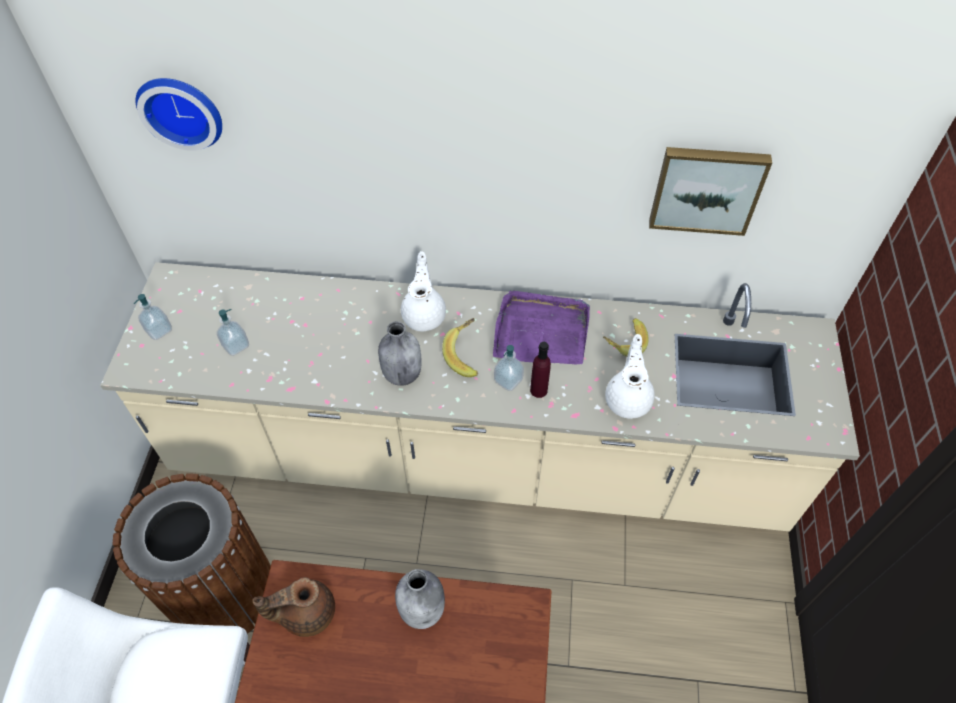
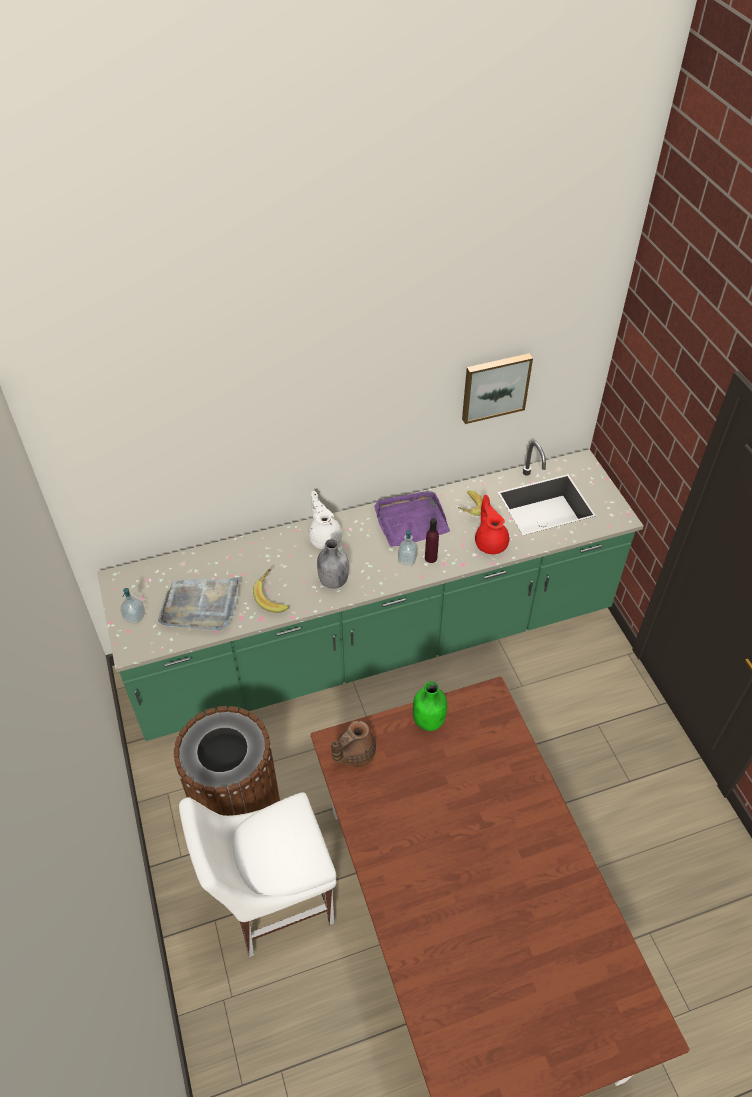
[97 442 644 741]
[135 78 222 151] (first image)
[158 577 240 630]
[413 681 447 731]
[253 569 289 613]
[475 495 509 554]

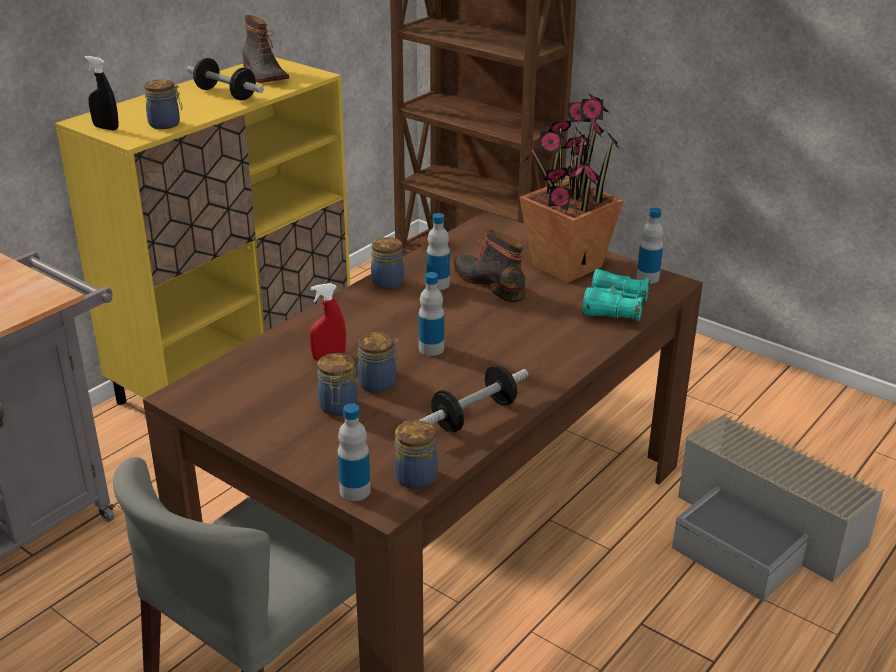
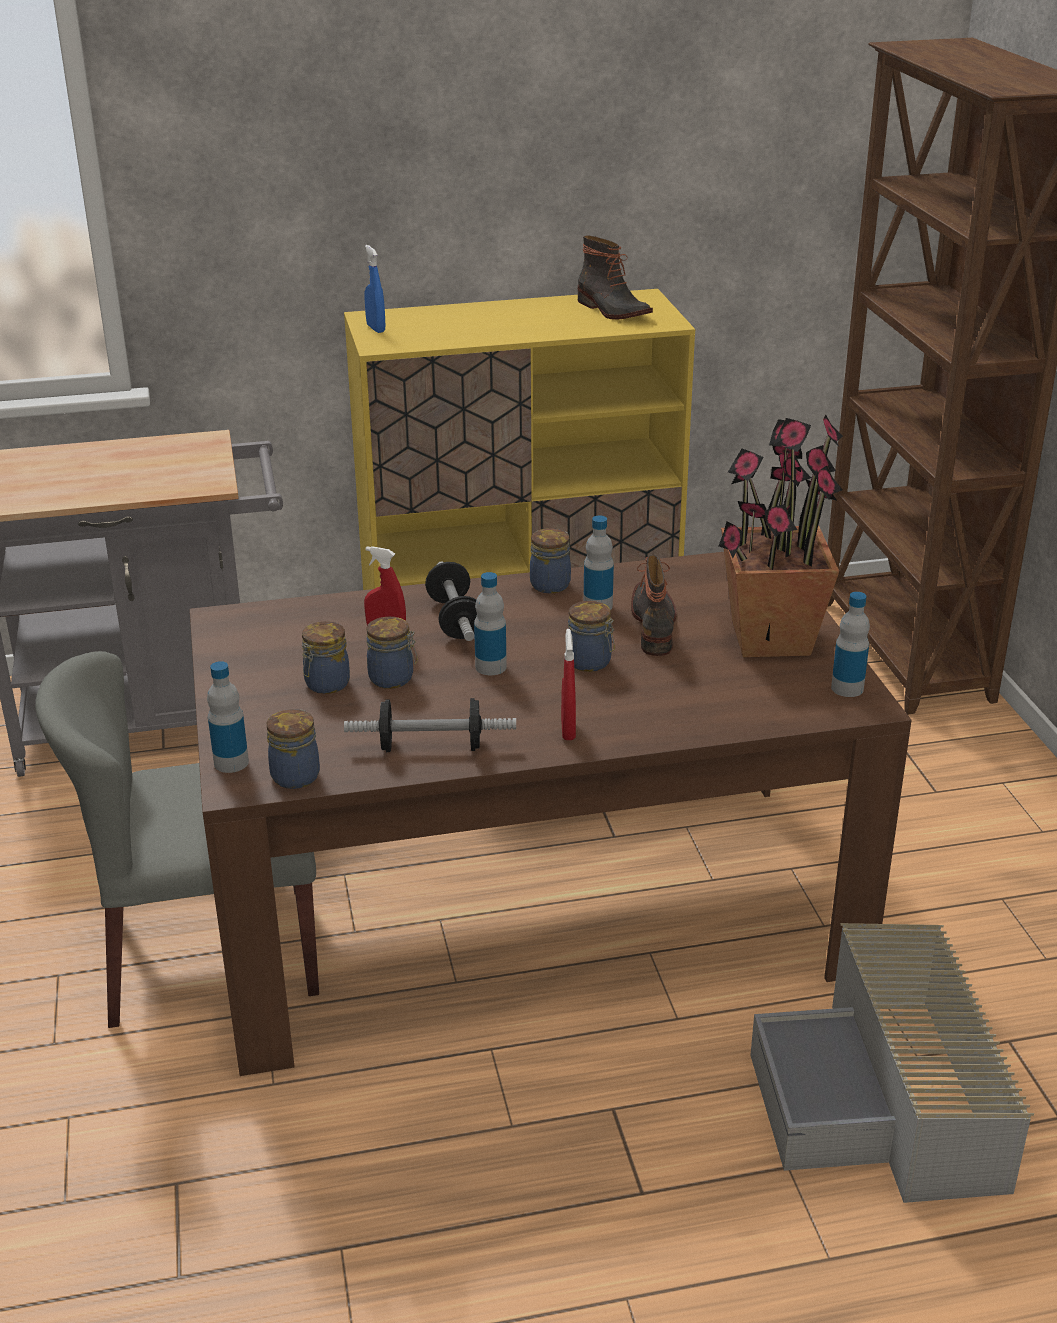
[364 245 385 333]
[568 601 615 672]
[425 562 477 641]
[578 235 653 320]
[582 269 650 322] (first image)
[561 629 576 740]

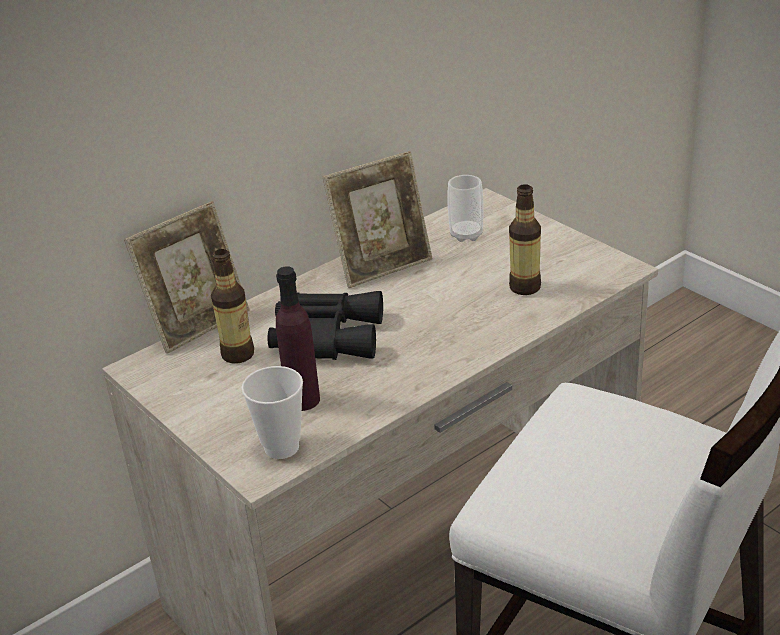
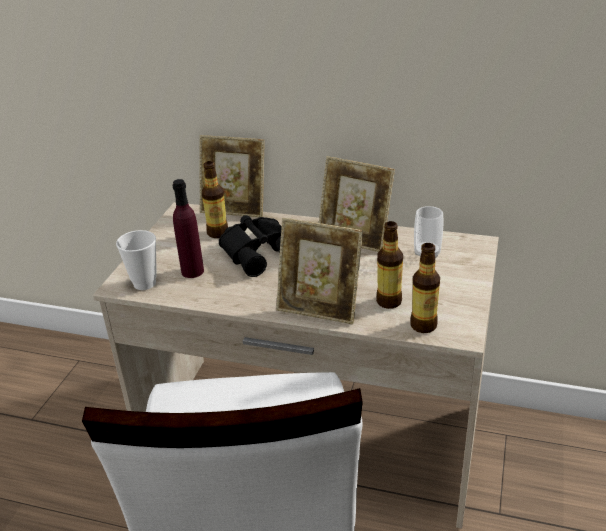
[276 218 363 324]
[410 243 440 333]

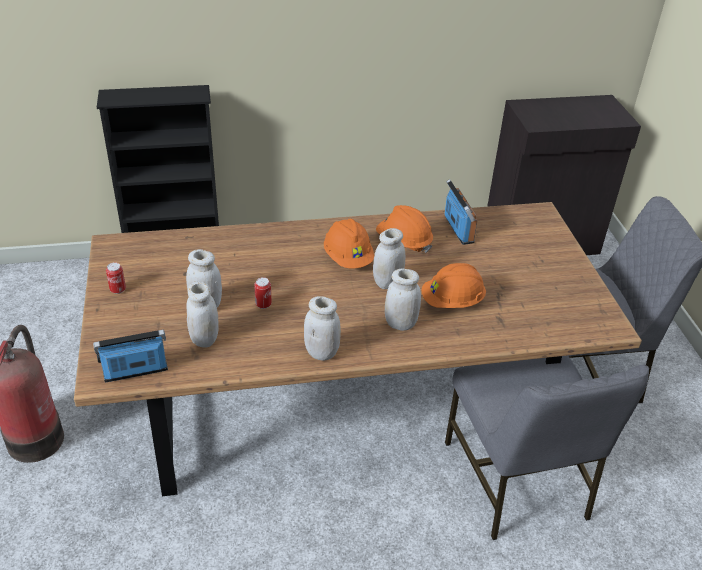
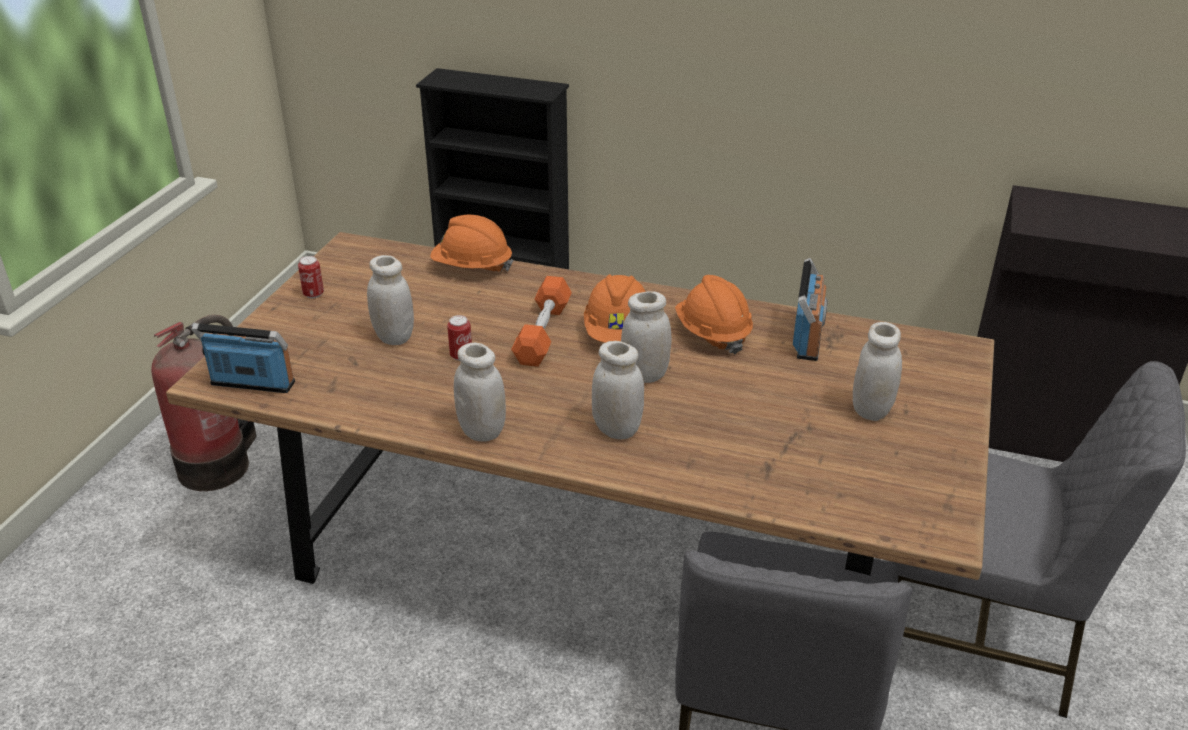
[853 322 902 421]
[430 215 513 272]
[511 276 572 367]

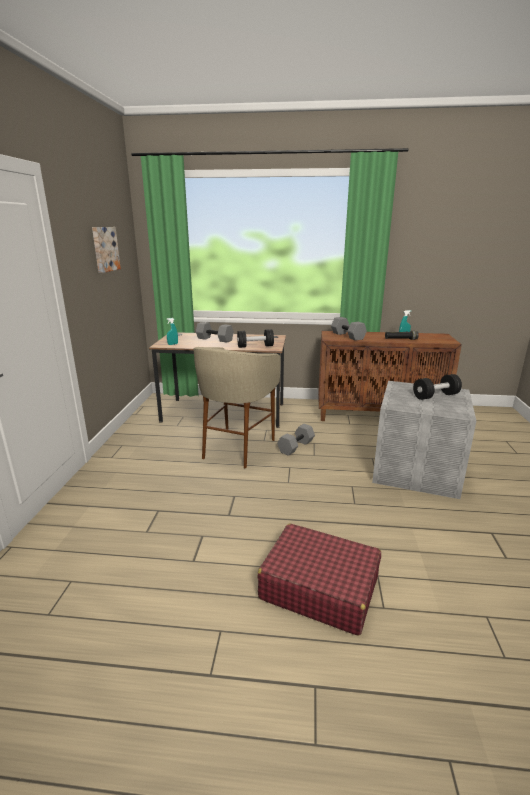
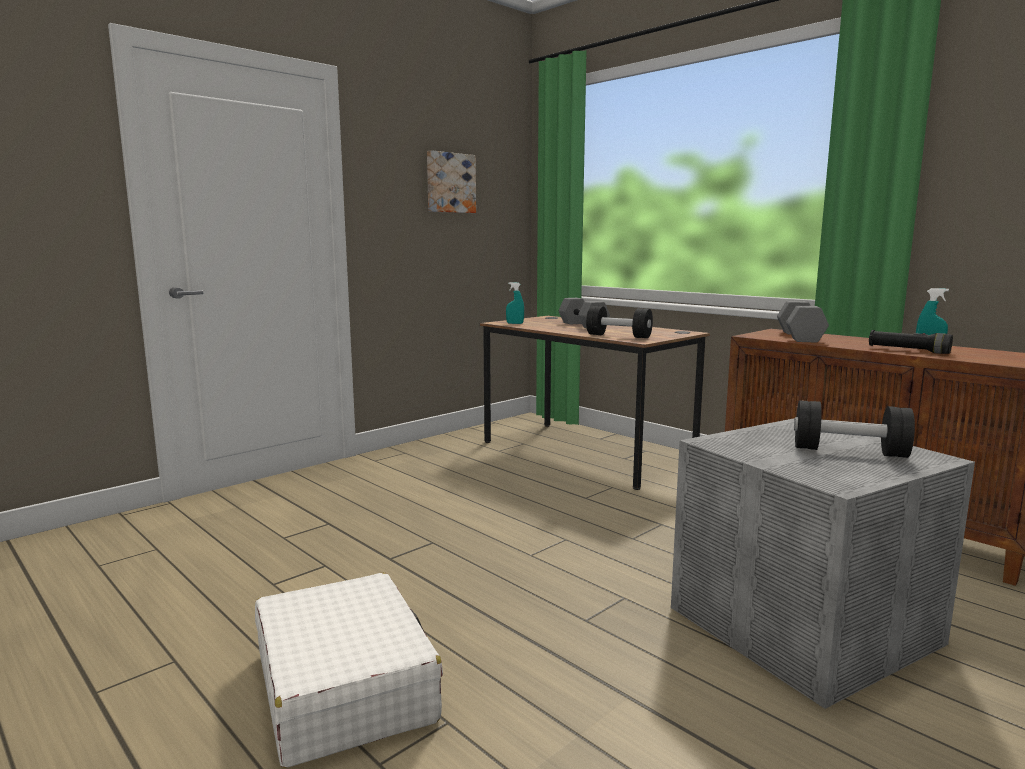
[193 347 280 468] (first image)
[255 573 443 768]
[277 424 315 456] (first image)

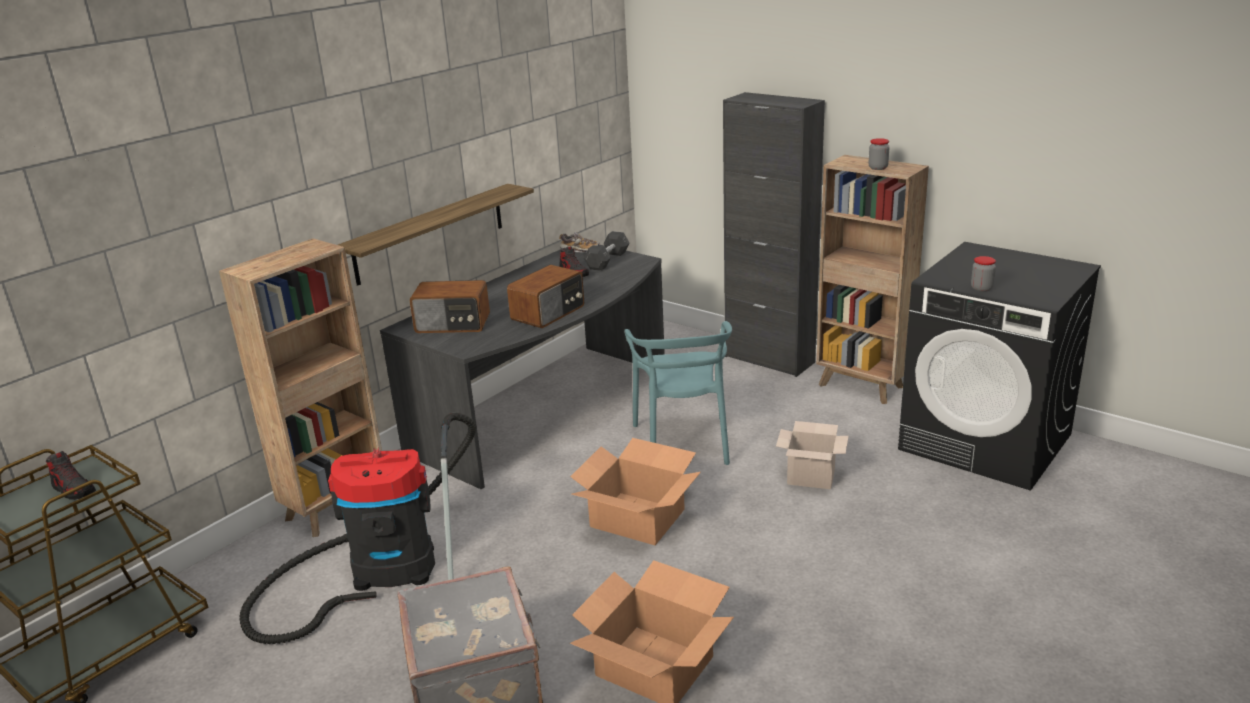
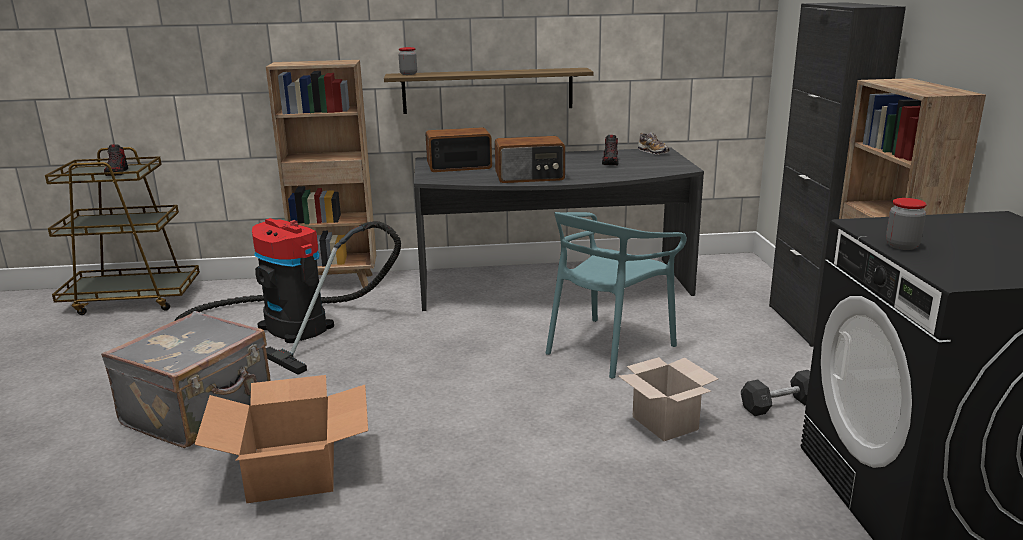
[425 127 492 172]
[570 438 701 545] (first image)
[741 370 810 416]
[399 47 417 75]

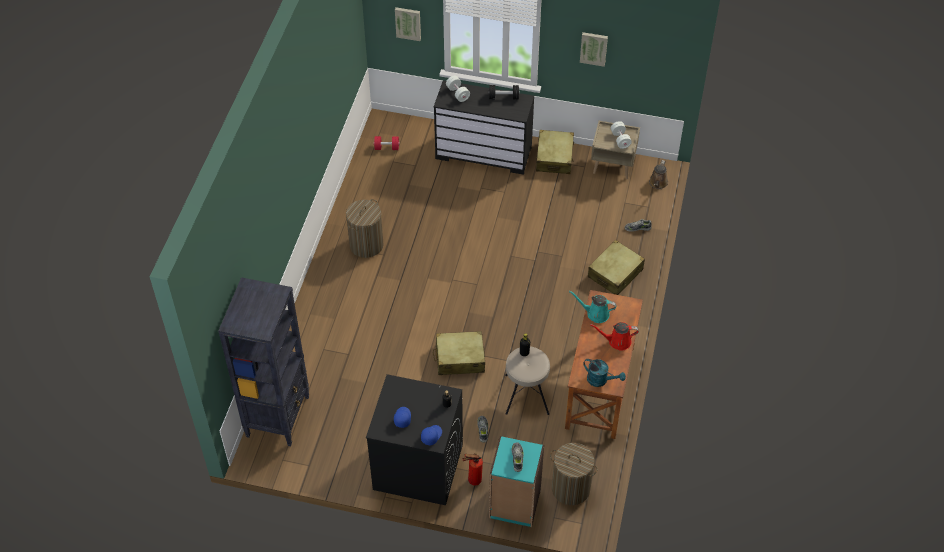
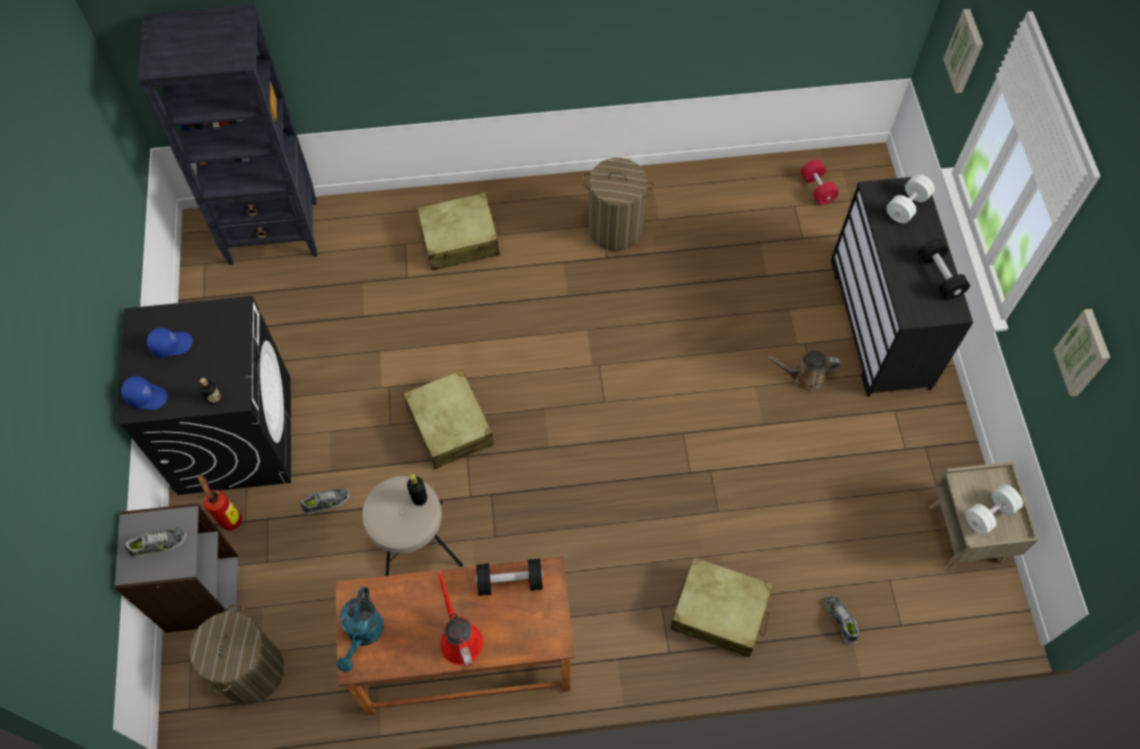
[114 503 238 633]
[417 192 501 271]
[476 559 543 596]
[767 351 841 392]

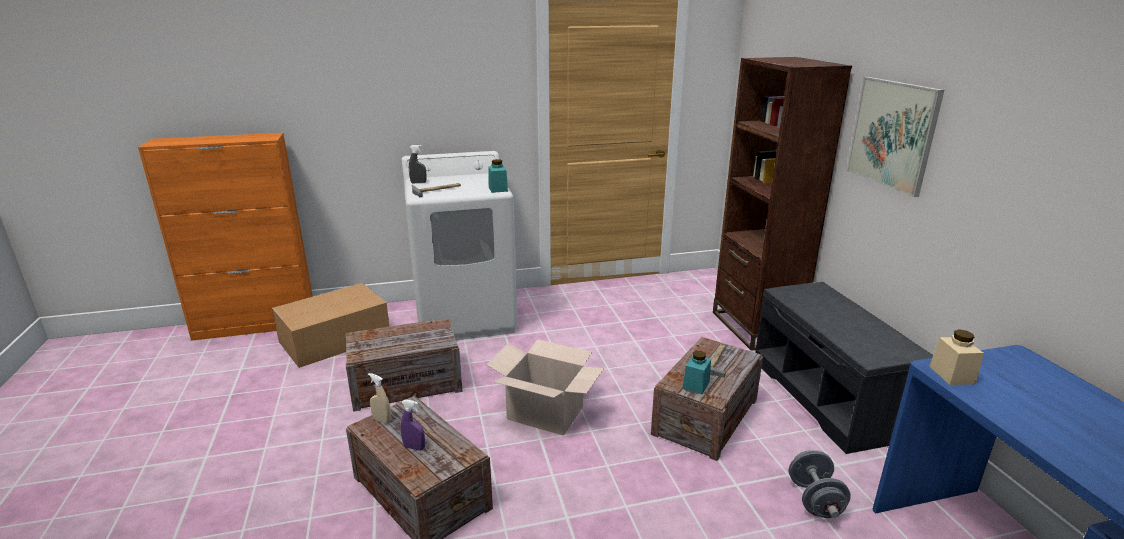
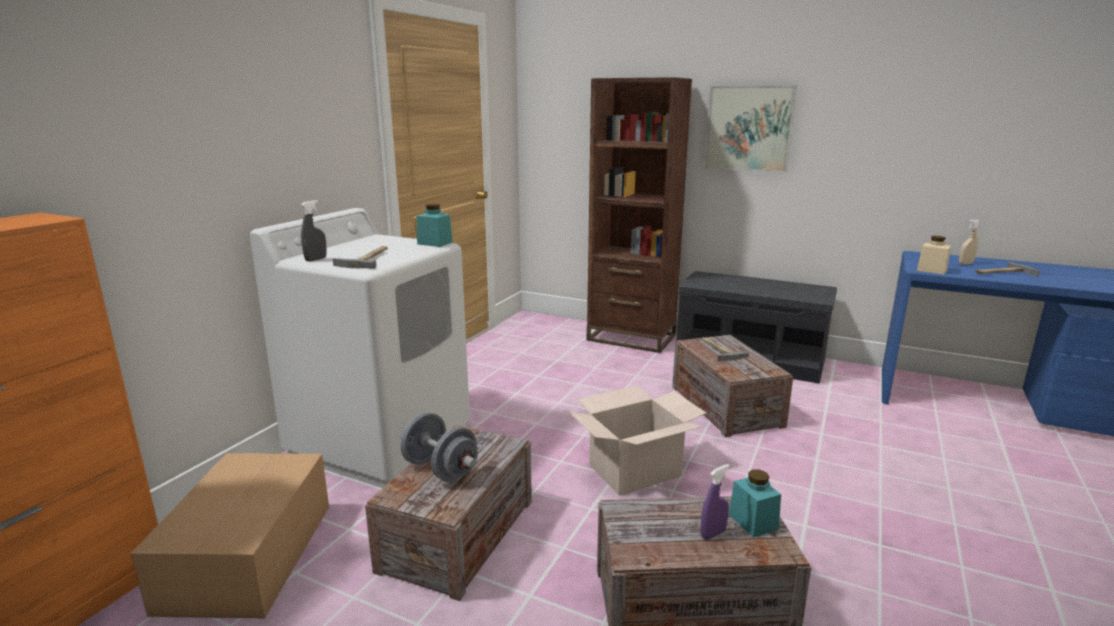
[959 219 980 265]
[729 470 781 538]
[401 412 478 482]
[975 262 1040 277]

